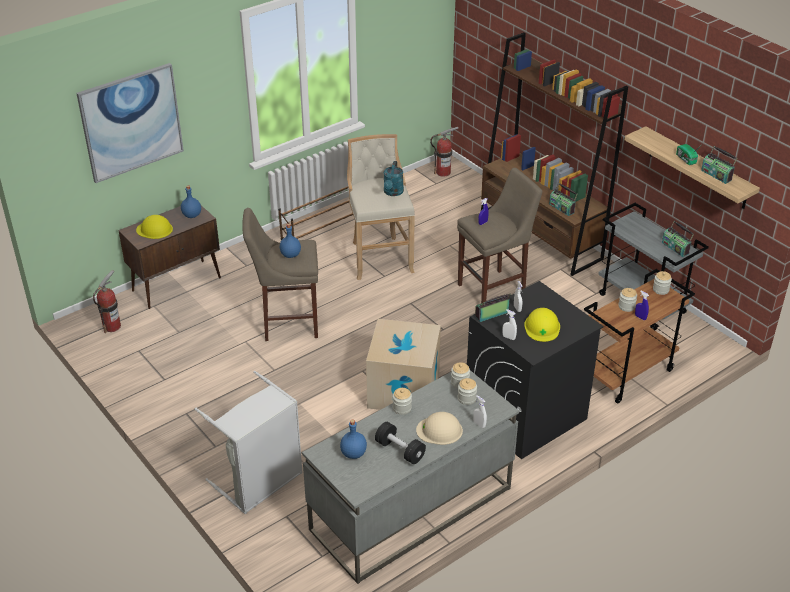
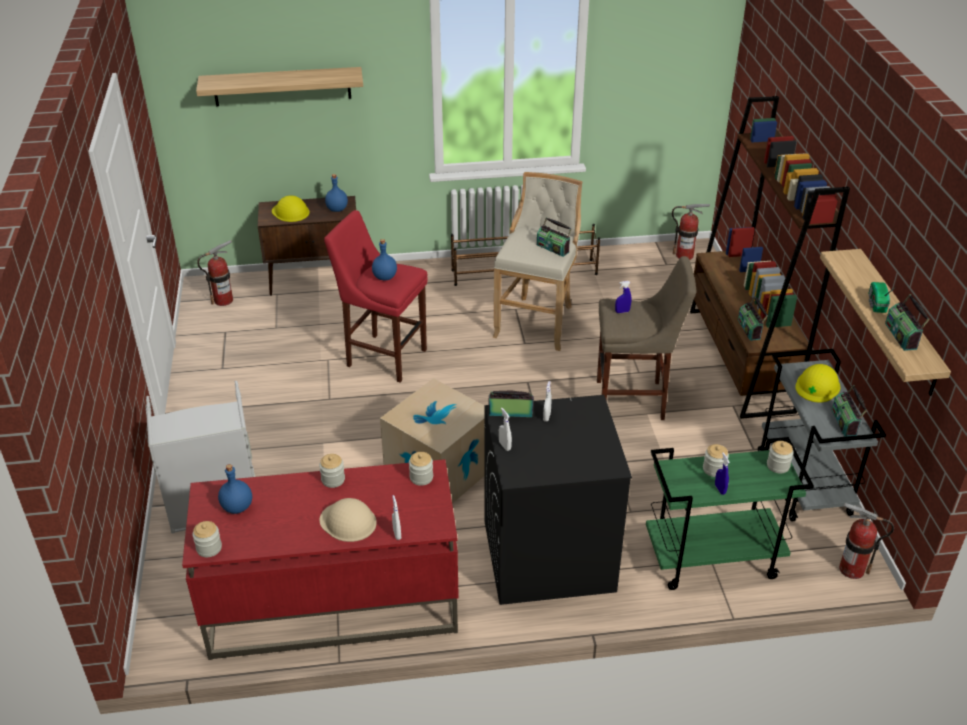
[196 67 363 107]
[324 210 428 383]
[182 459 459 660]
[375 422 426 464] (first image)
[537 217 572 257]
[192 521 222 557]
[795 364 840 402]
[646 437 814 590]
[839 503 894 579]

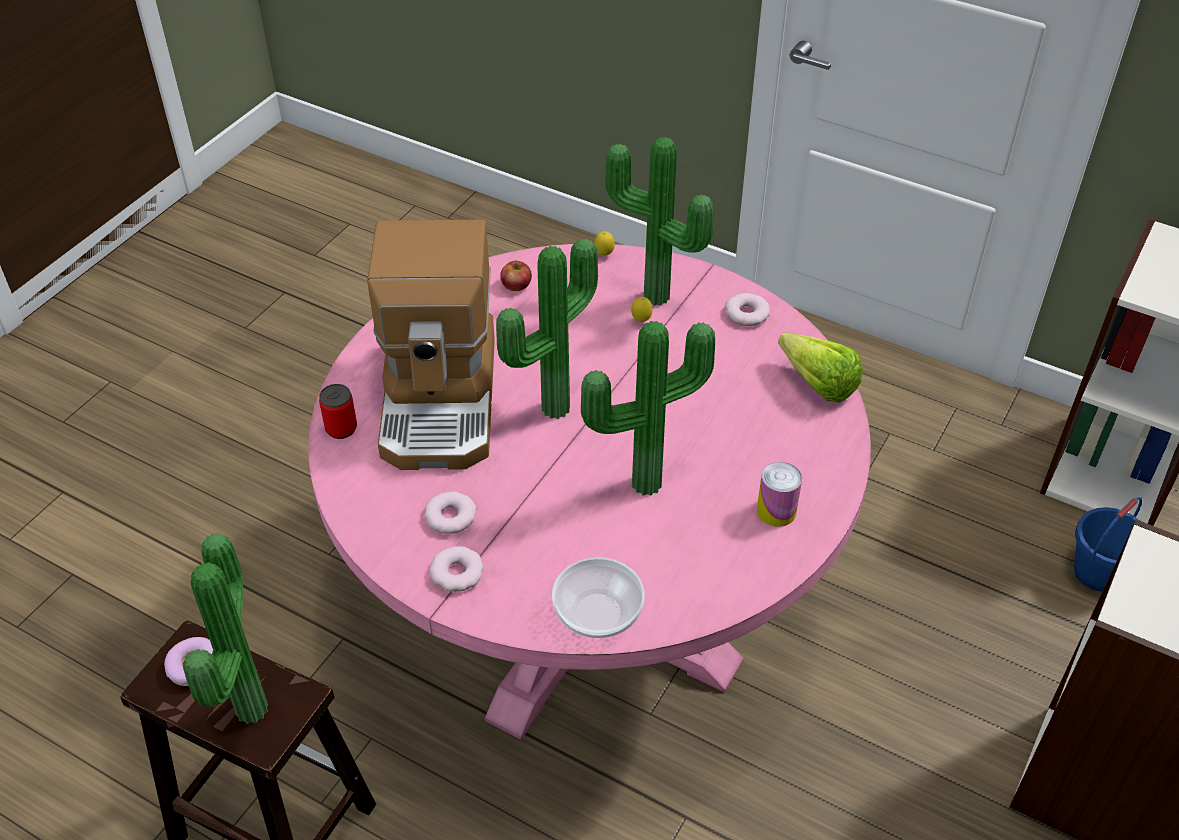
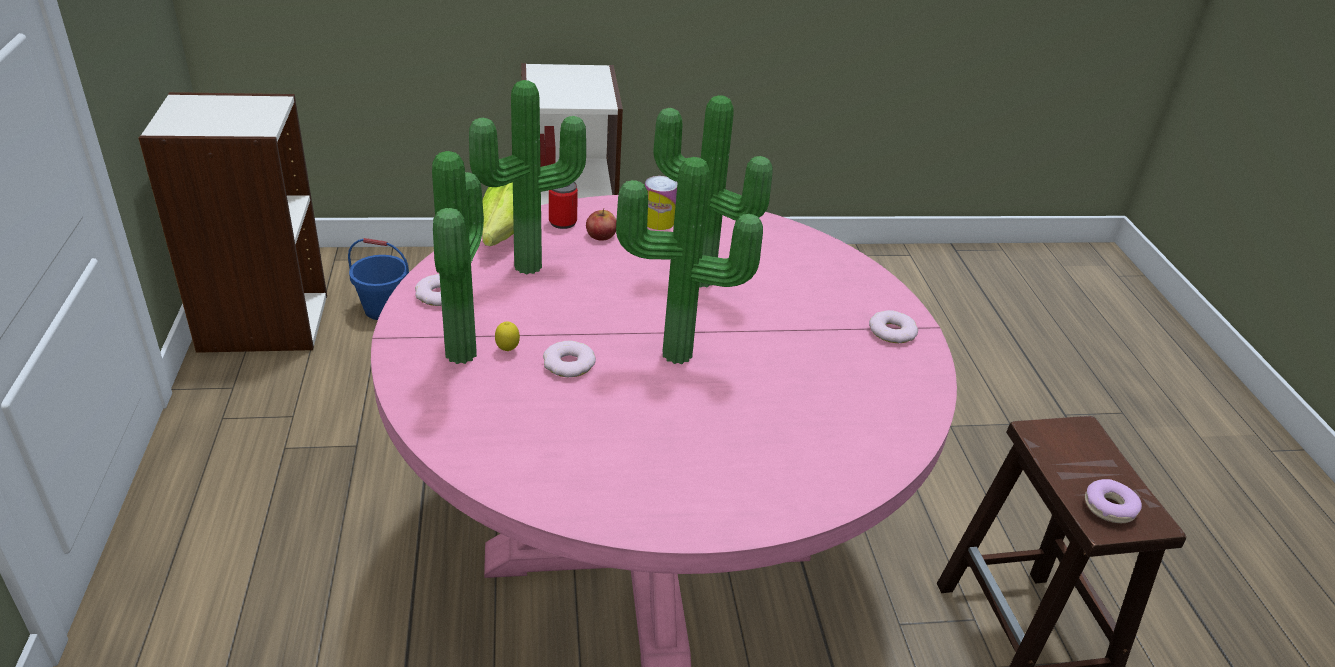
[469 80 586 274]
[549 182 578 229]
[367 220 495 470] (first image)
[543 341 596 377]
[586 209 616 241]
[552 557 645 638] (first image)
[594 231 615 256] (first image)

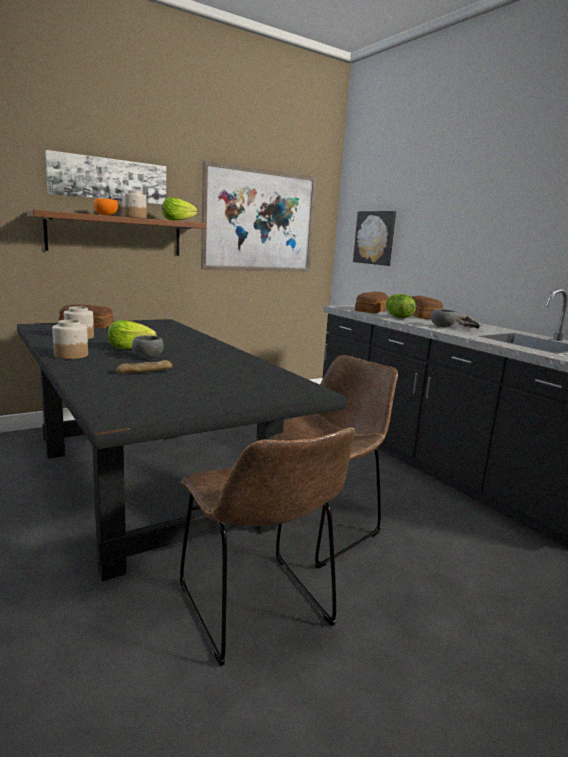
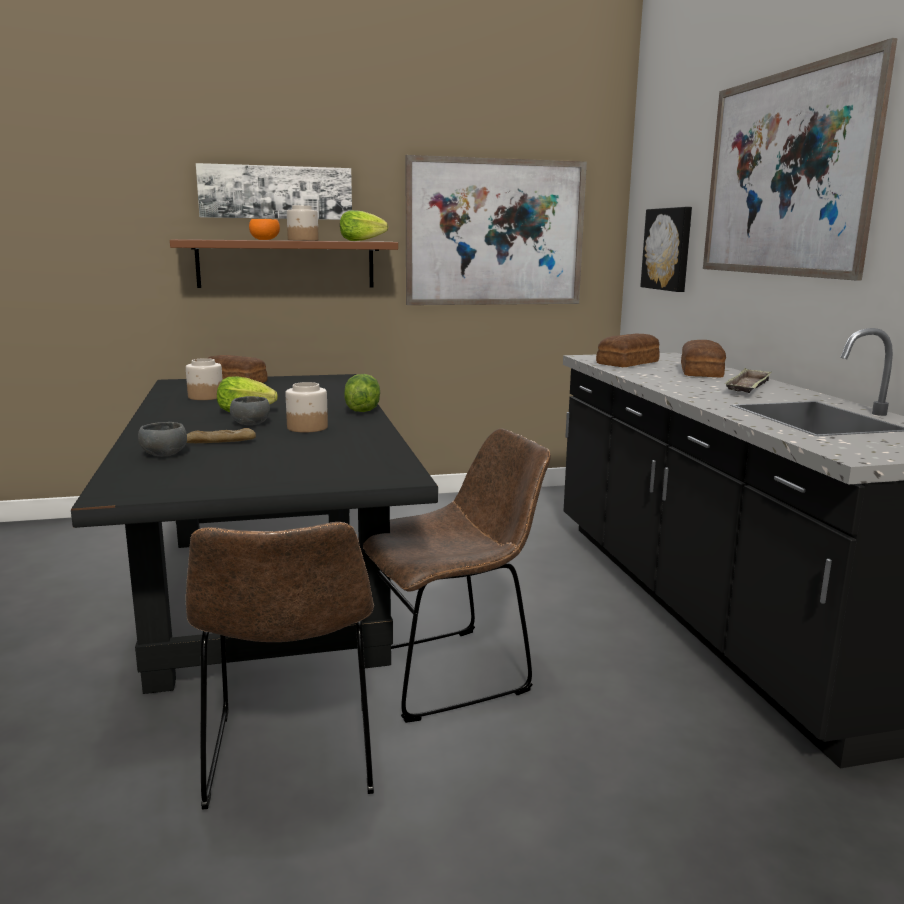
[286 382 328 433]
[344 374 380 412]
[138 422 187 456]
[703 38 897 281]

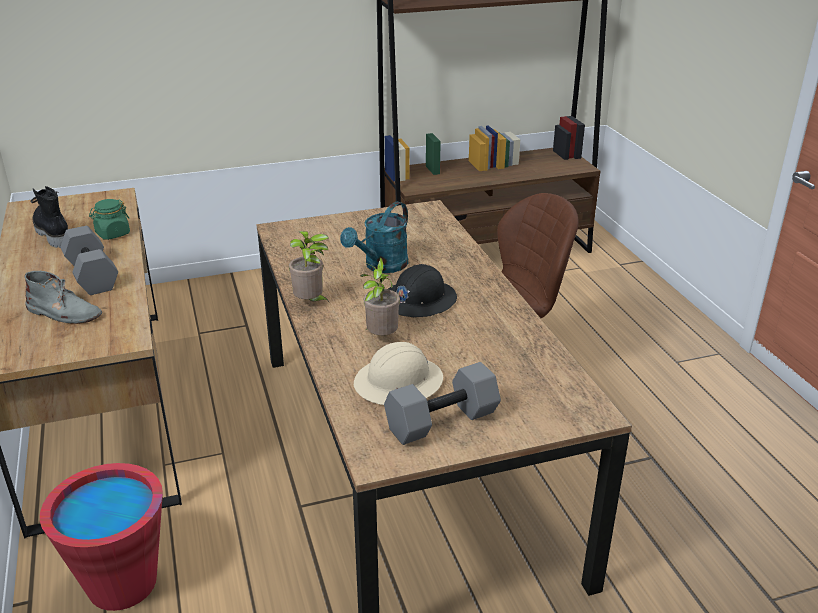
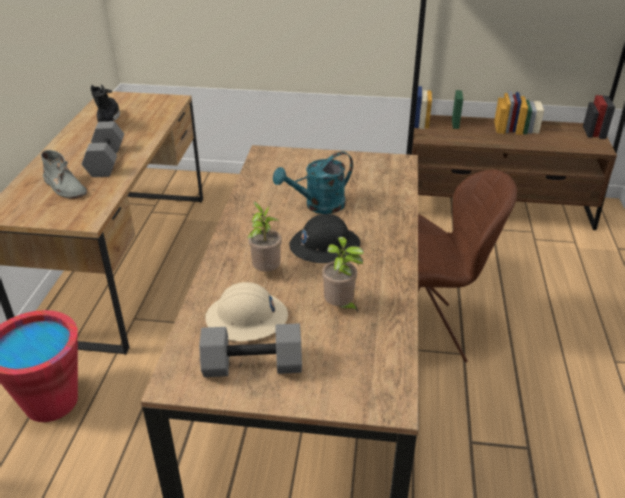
[89 199 130 240] (first image)
[322 237 364 312]

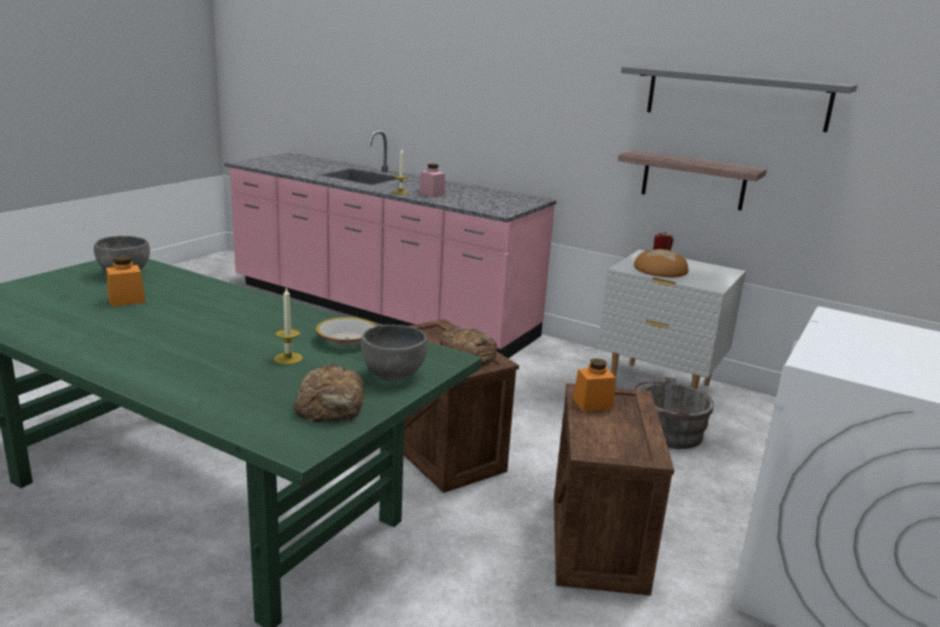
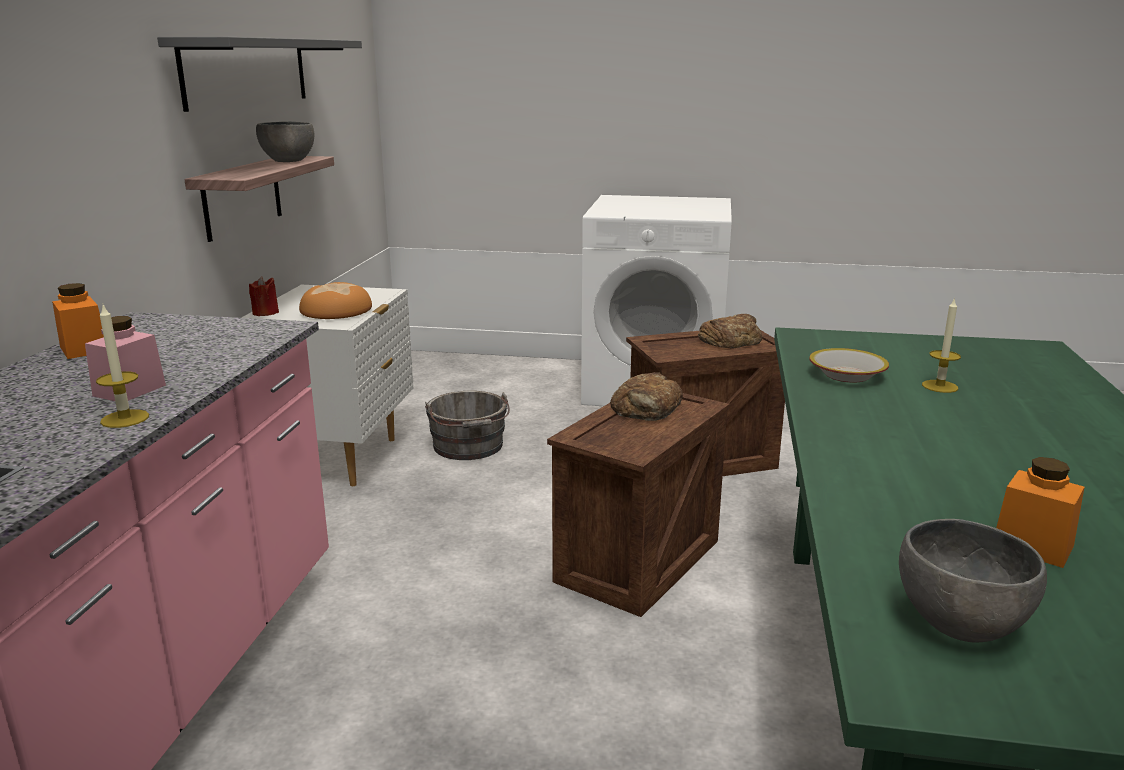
[698 314 762 348]
[256 121 314 162]
[52 283 104 359]

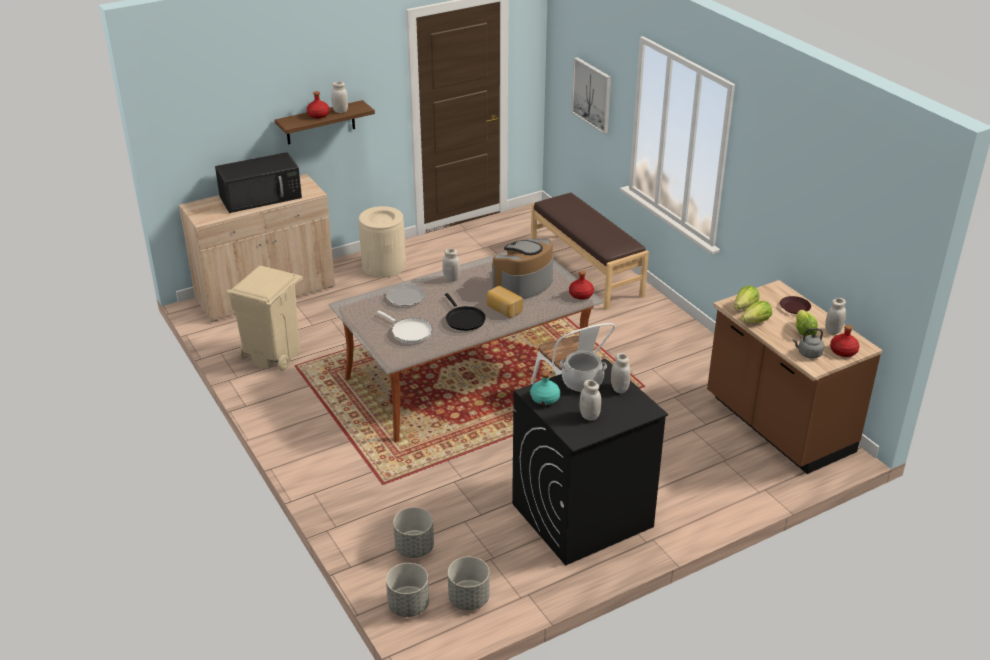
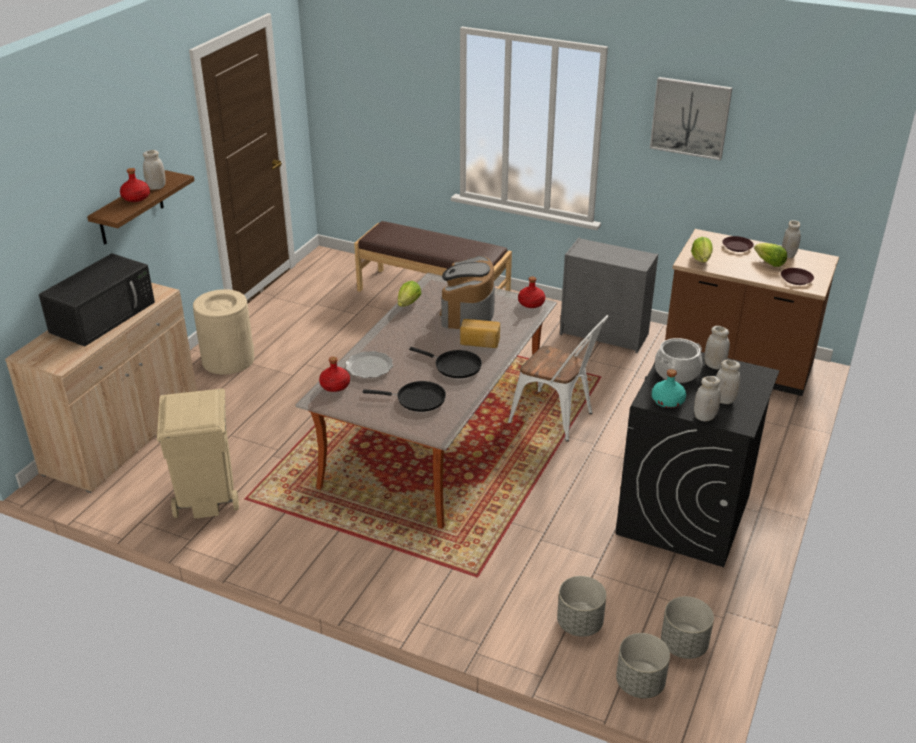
[363 381 446 412]
[694 376 721 421]
[650 77 733 160]
[398 281 422 307]
[781 268 814 285]
[319 357 350 392]
[560 238 658 353]

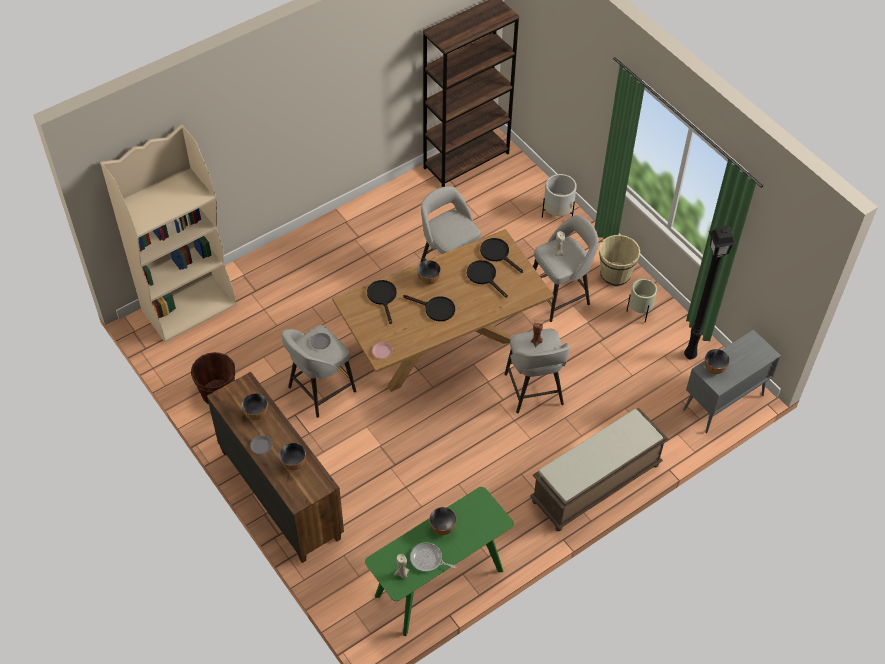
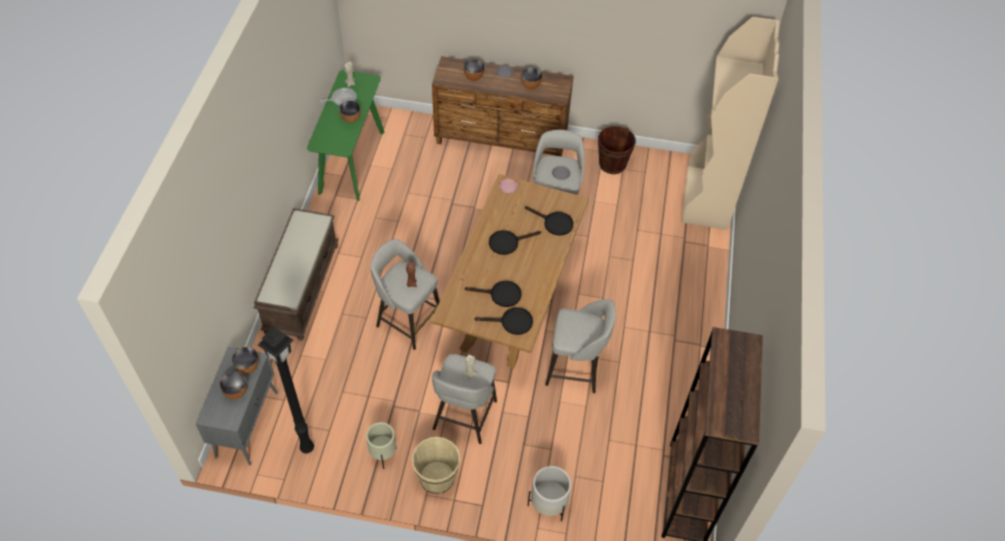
[219 372 247 399]

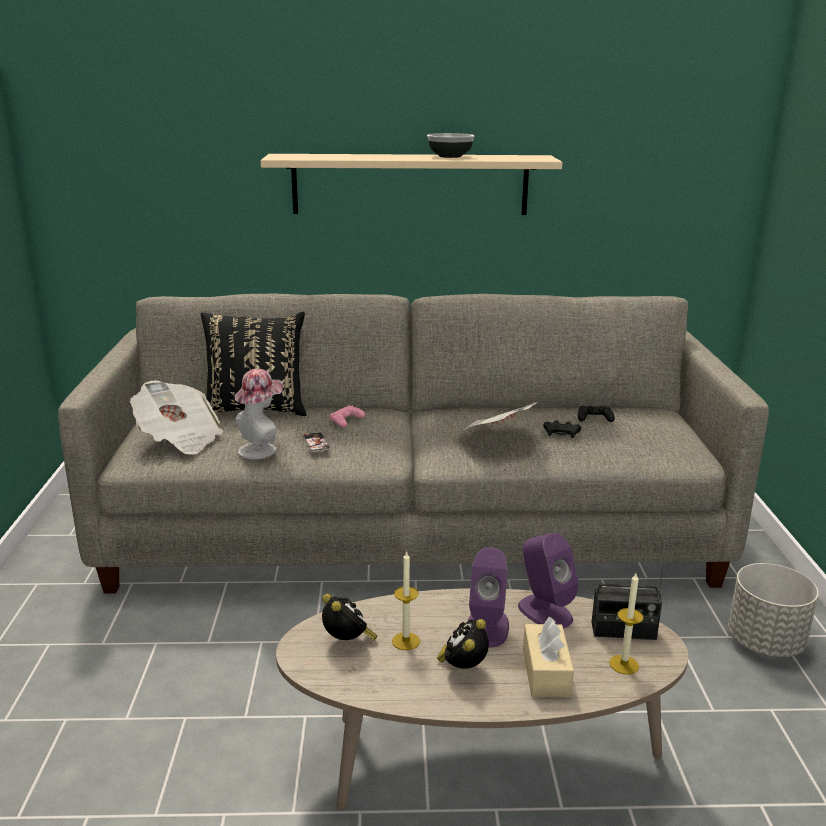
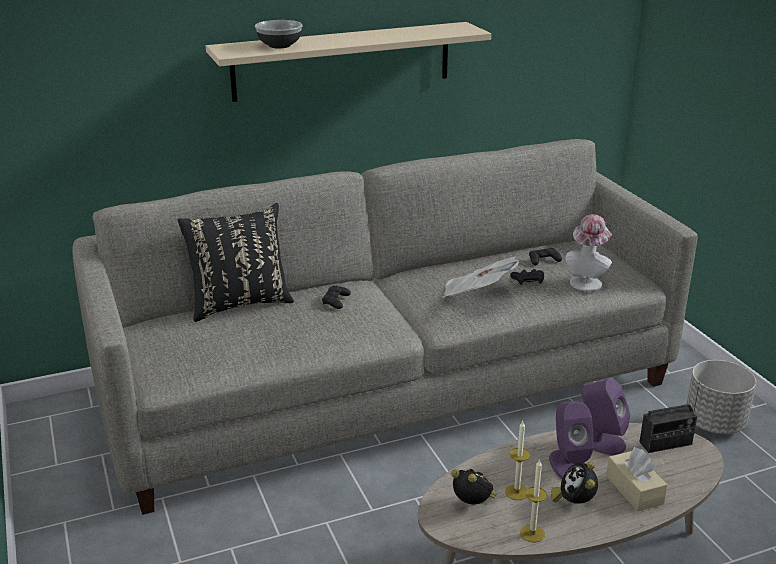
[130 380 223 455] (first image)
[565 214 612 291]
[302 432 330 452] (first image)
[322 285 351 309]
[255 20 303 48]
[520 459 547 543]

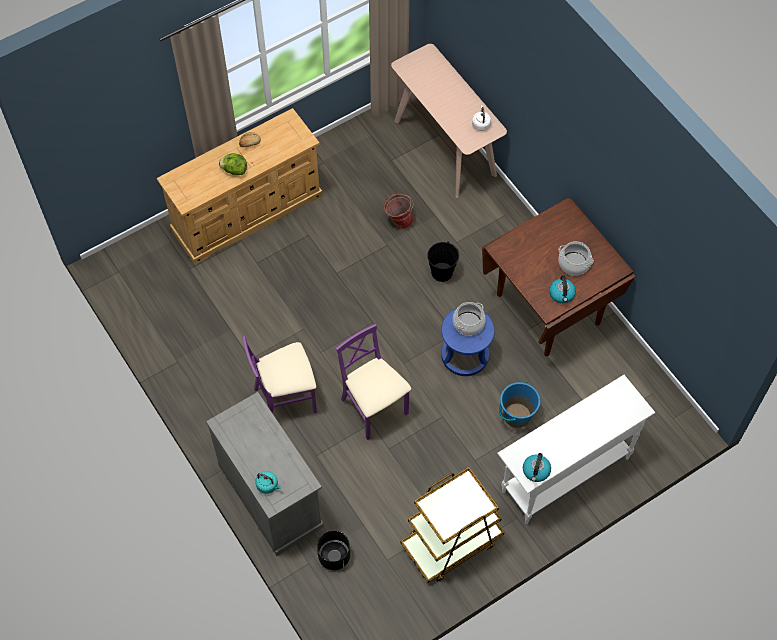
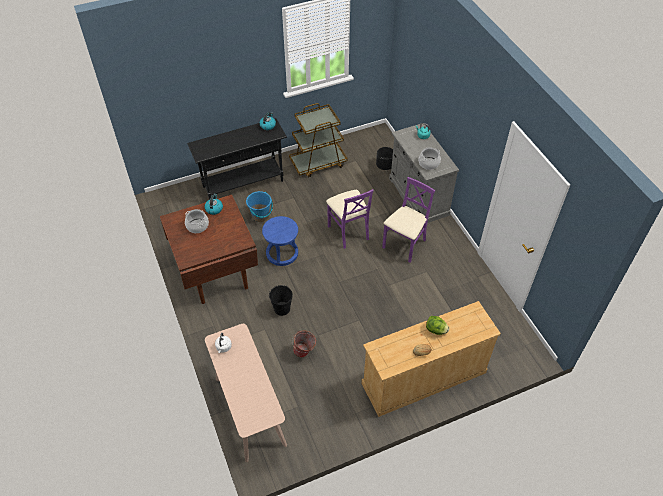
[382 177 435 263]
[419 147 441 170]
[187 118 287 200]

